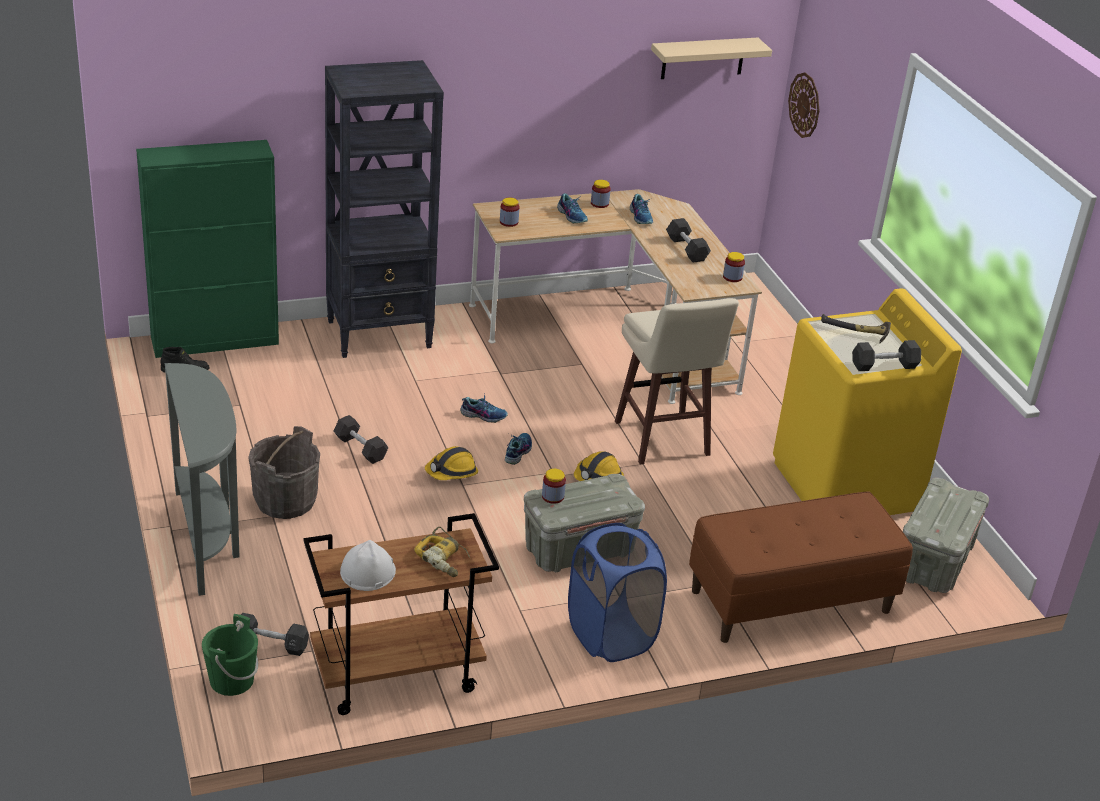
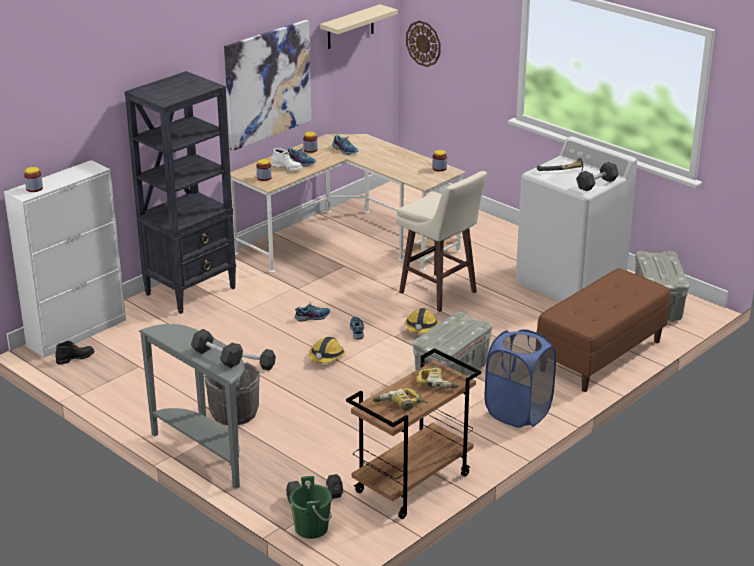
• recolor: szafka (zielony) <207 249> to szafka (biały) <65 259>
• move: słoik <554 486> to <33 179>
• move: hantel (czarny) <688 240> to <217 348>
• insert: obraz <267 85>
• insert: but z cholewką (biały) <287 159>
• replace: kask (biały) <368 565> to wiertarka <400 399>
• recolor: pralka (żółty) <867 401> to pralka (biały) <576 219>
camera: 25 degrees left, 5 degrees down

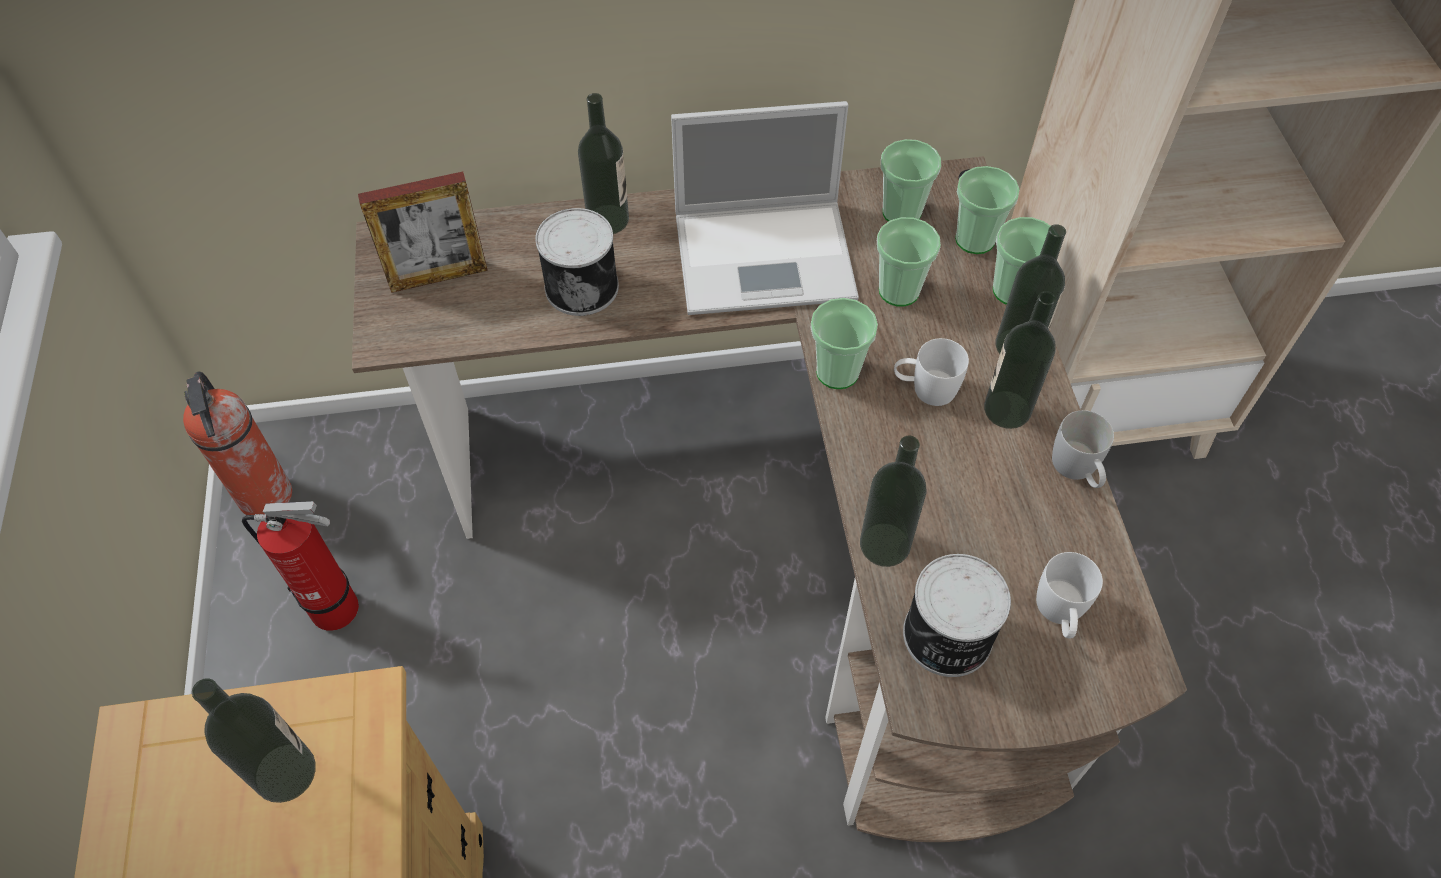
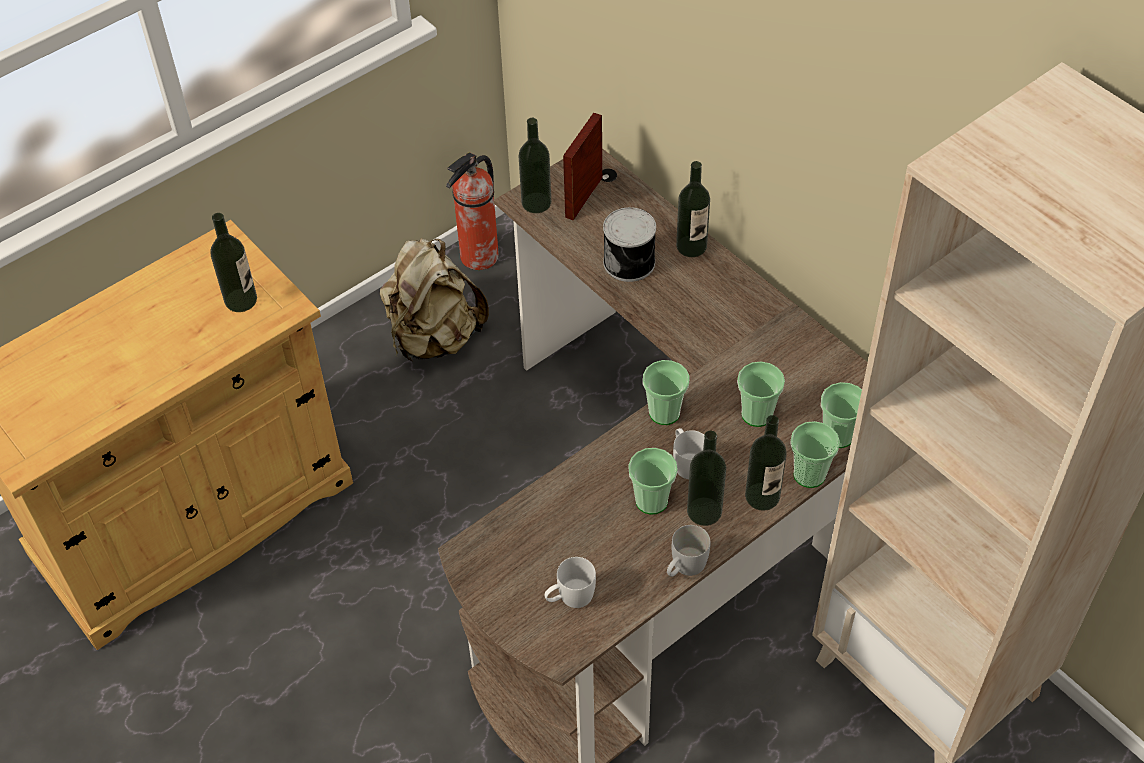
• replace: gaśnica <300 566> to plecak (beżowy) <434 300>
• move: butelka <893 501> to <535 165>
• rotate: ramka na zdjęcie <423 232> = <582 167> 75 degrees clockwise
• move: filiżanka <911 180> to <653 481>
• delete: laptop <765 208>
• delete: puszka <957 615>
camera: 60 degrees right, 5 degrees down

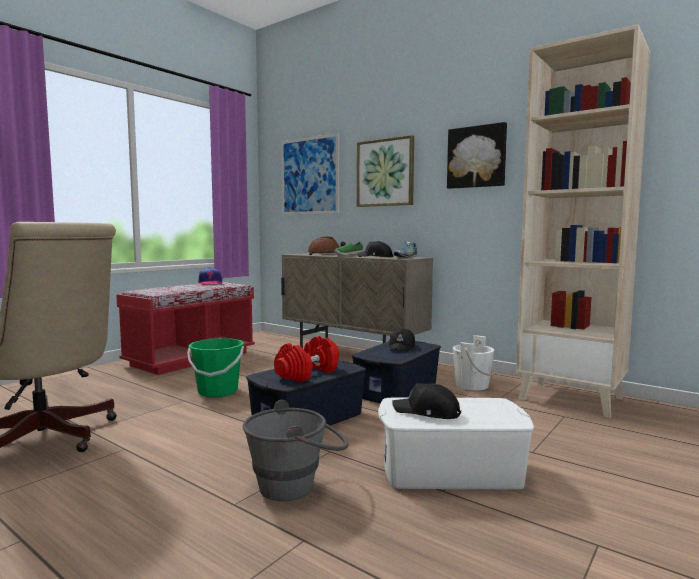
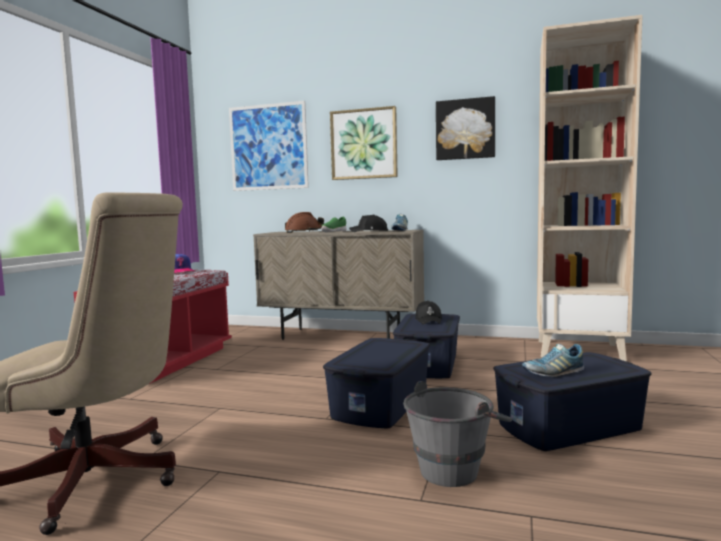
• recolor: pojemnik do przechowywania (biały) <456 443> to pojemnik do przechowywania (niebieski) <572 401>
• replace: czapka z daszkiem (czarny) <426 401> to but <553 360>
• delete: wiadro (zielony) <215 367>
• delete: hantel (czerwony) <306 359>
• delete: wiadro (biały) <473 363>
camera: 20 degrees left, 0 degrees up

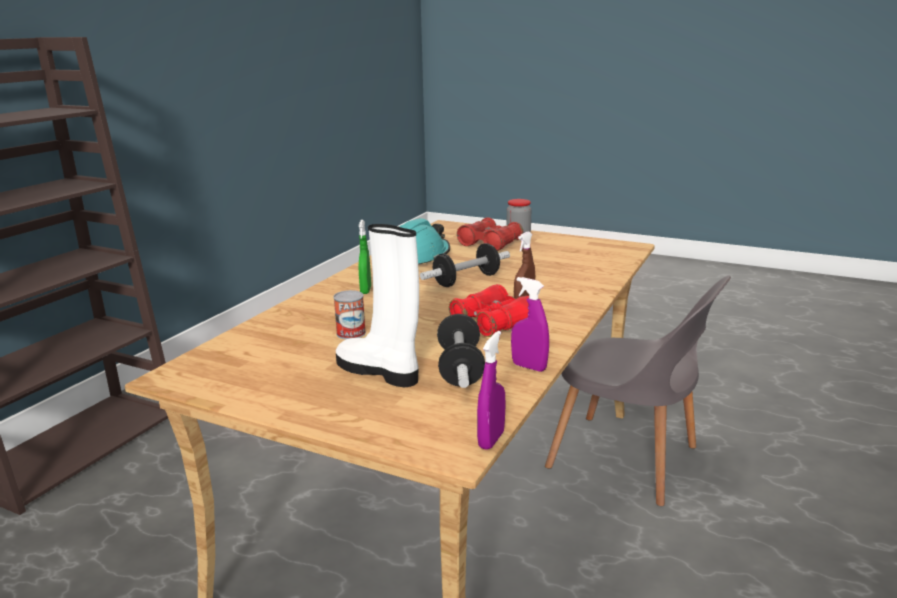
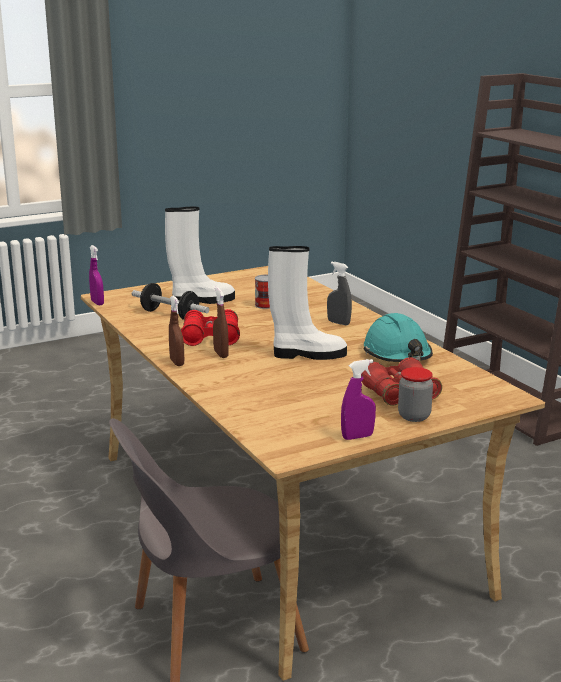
• insert: spryskiwacz (brązowy) <176 330>
• replace: hantel <465 265> to but z cholewką (biały) <307 303>
• recolor: spryskiwacz (zielony) <365 257> to spryskiwacz (szary) <339 294>
• move: spryskiwacz (fioletowy) <530 324> to <358 399>
camera: 125 degrees right, 0 degrees up

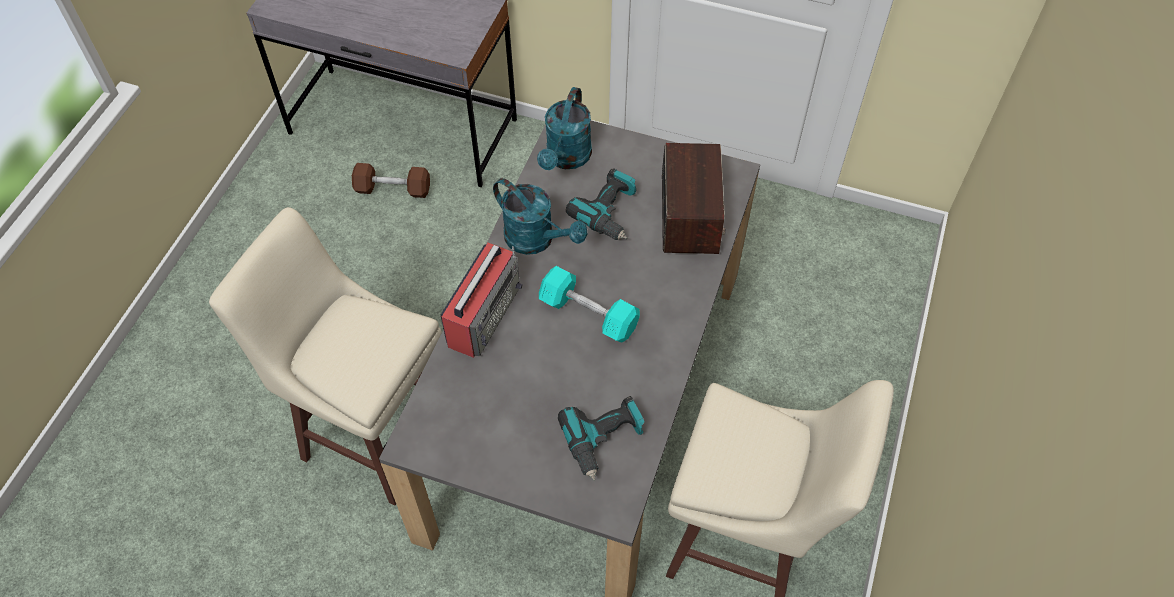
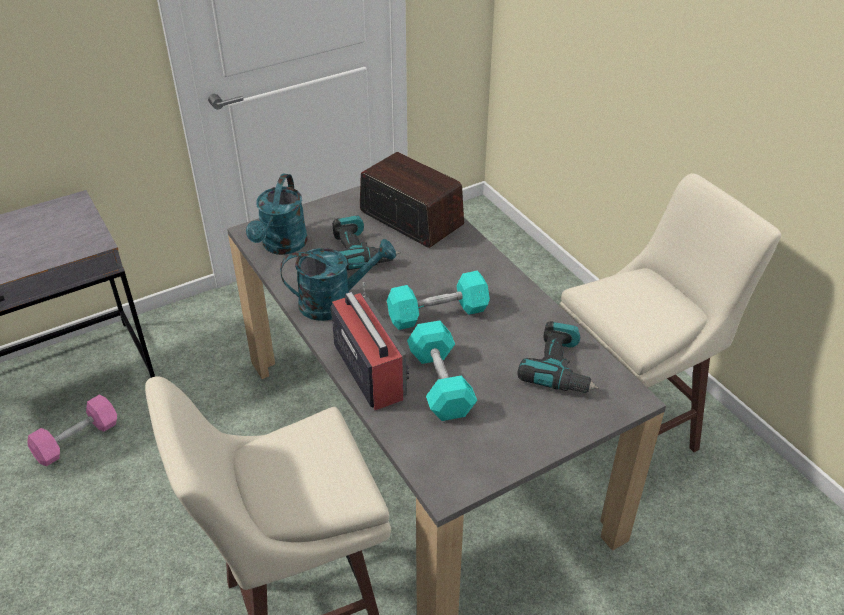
• recolor: hantel (brązowy) <391 180> to hantel (różowy) <72 430>
• rotate: konewka (turkusowy) <564 128> = <277 214> 45 degrees clockwise
• insert: hantel (turkusowy) <442 371>
camera: 50 degrees left, 15 degrees down

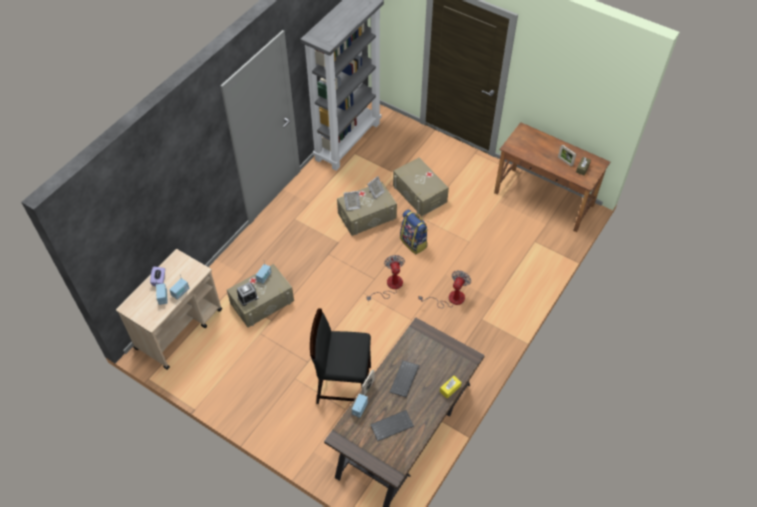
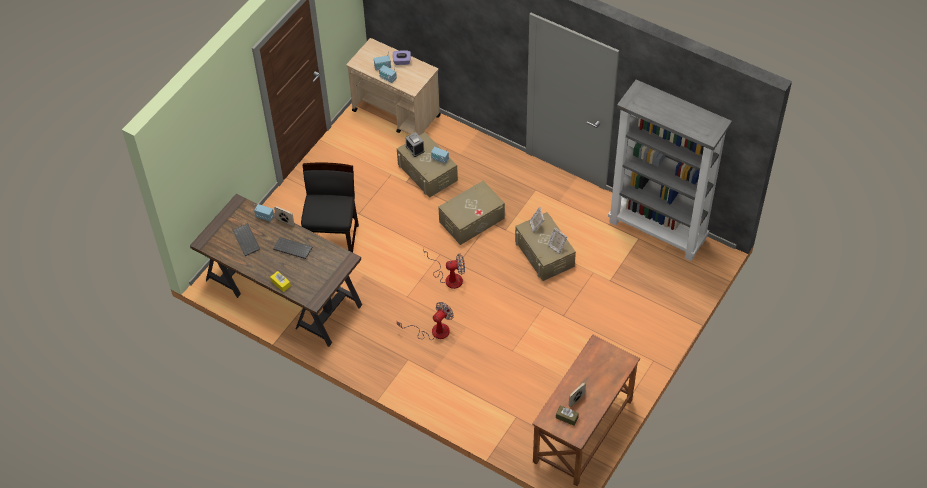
• rotate: wentylator <444 289> = <425 321> 75 degrees counterclockwise
• move: pojemnik do przechowywania (beżowy) <421 187> to <471 213>
• delete: plecak <414 231>
camera: 90 degrees right, 0 degrees up

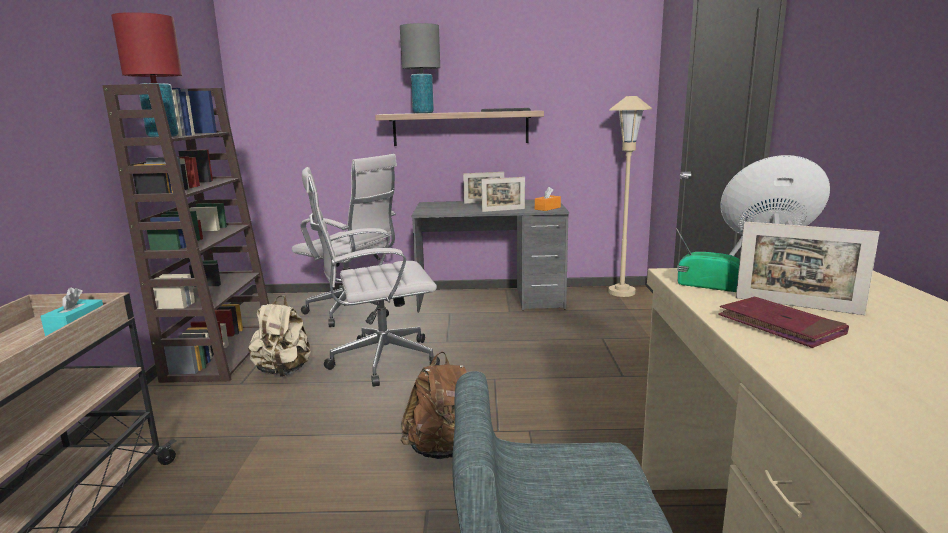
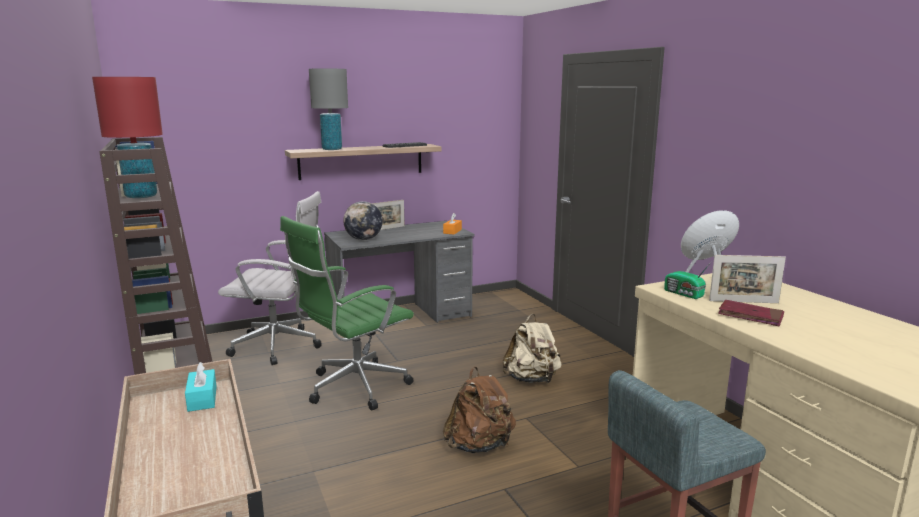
• recolor: krzesło biurowe (biały) <371 277> to krzesło biurowe (zielony) <347 313>
• insert: globus <363 220>
• move: plecak (beżowy) <279 336> to <532 348>
• rotate: radio <708 260> = <688 280> 135 degrees counterclockwise
• delete: ramka na zdjęcie <503 194>
• delete: lampa stojąca (beżowy) <630 196>
camera: 25 degrees left, 0 degrees up

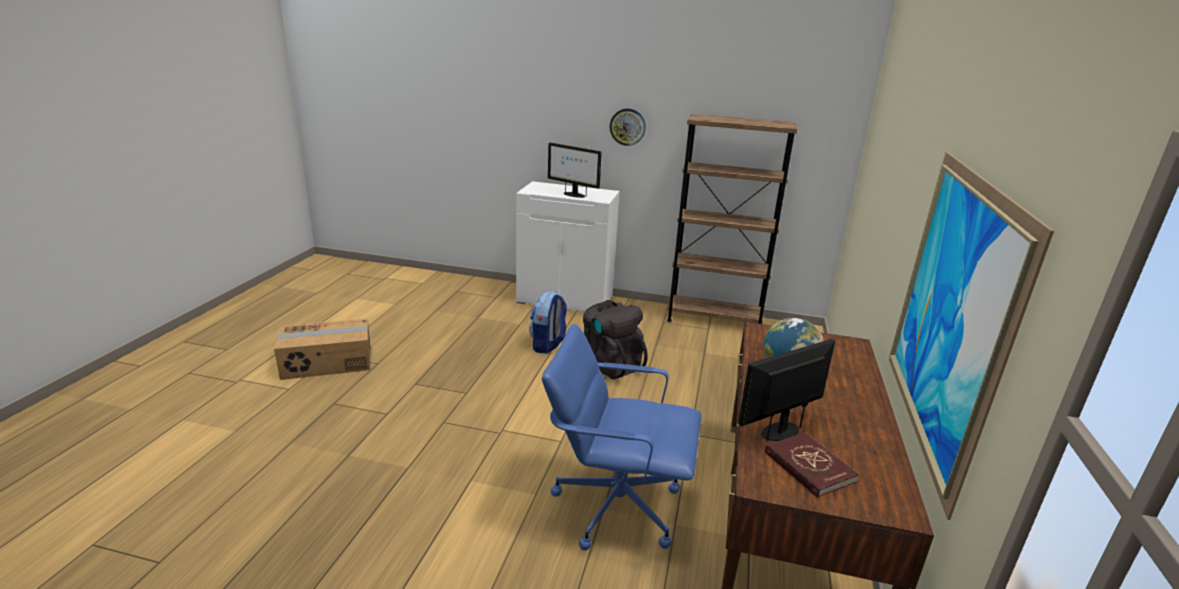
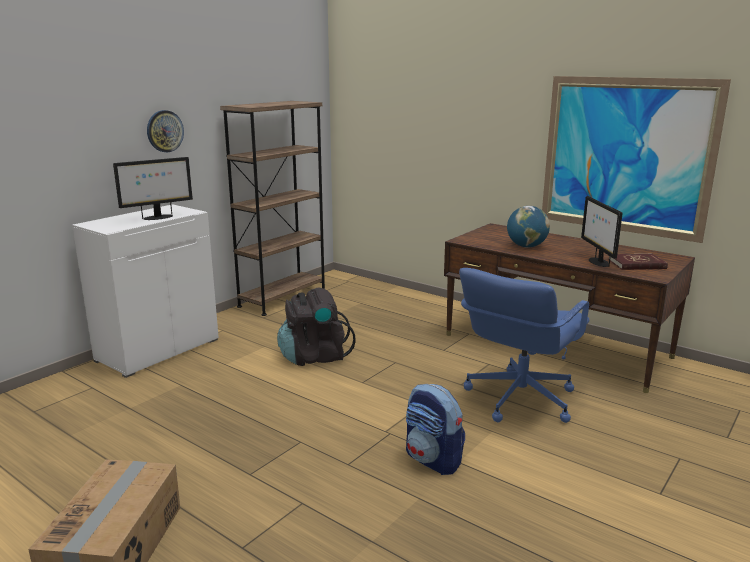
• move: plecak <548 322> to <435 429>
camera: 65 degrees left, 5 degrees down

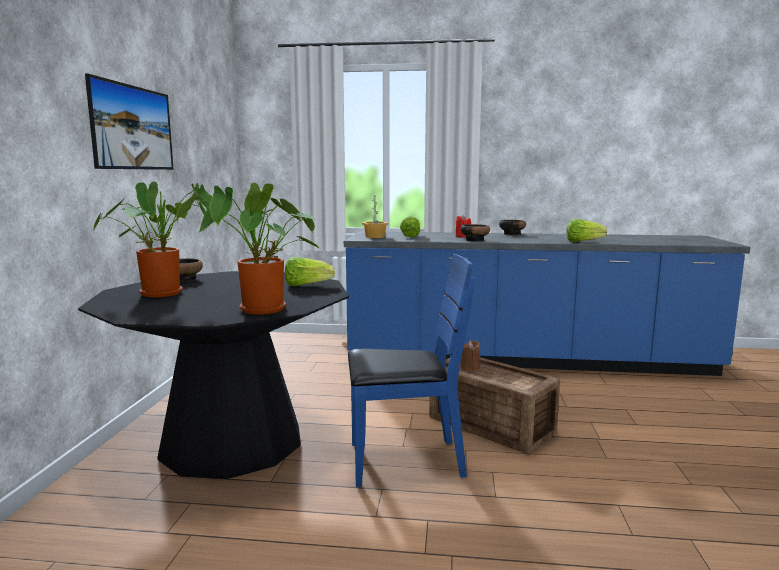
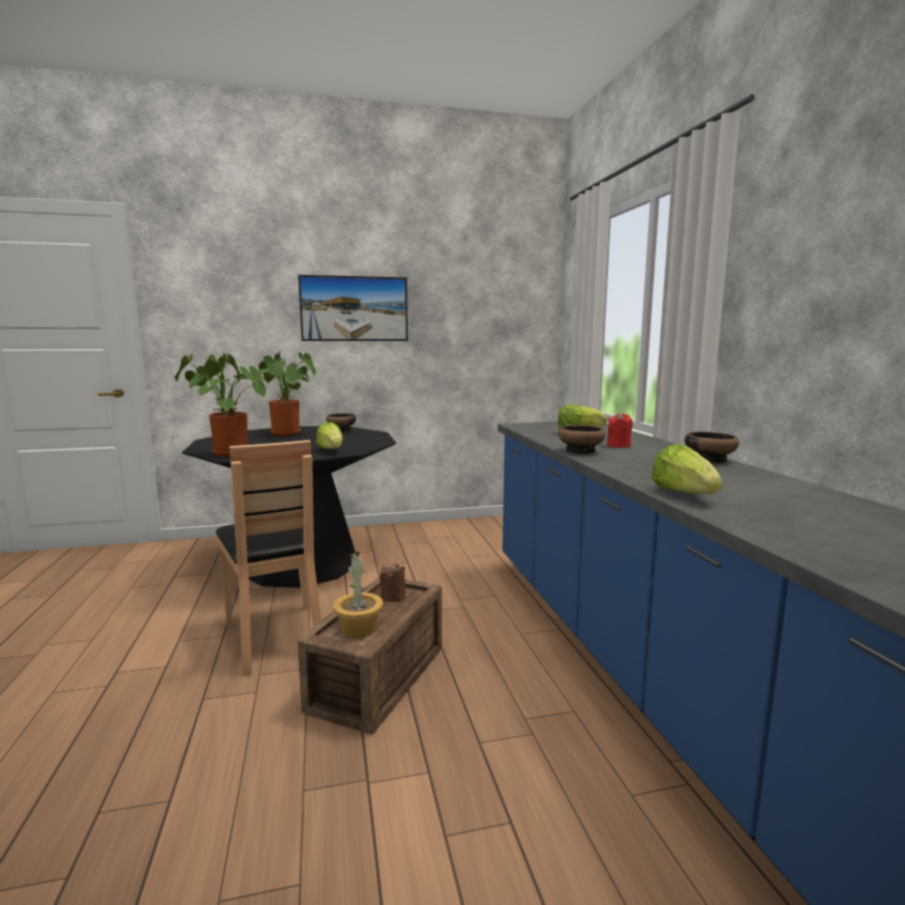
• recolor: krzesło (niebieski) <412 370> to krzesło (brązowy) <269 558>
• move: roślina doniczkowa <375 215> to <358 595>
camera: 70 degrees right, 0 degrees up

